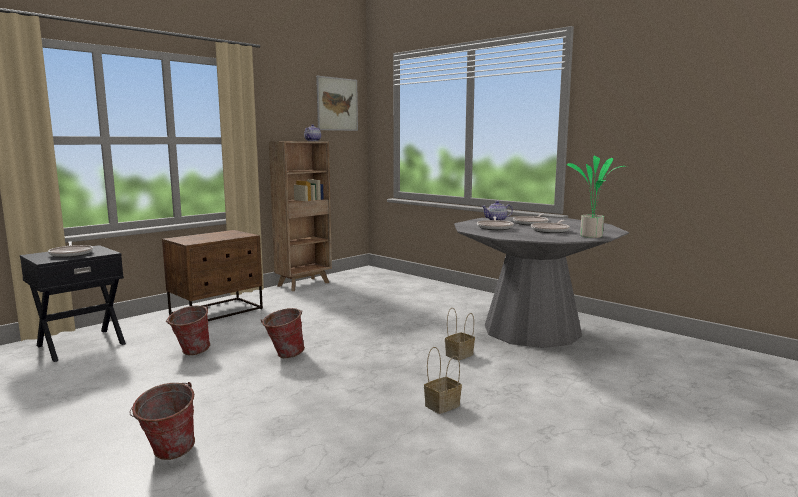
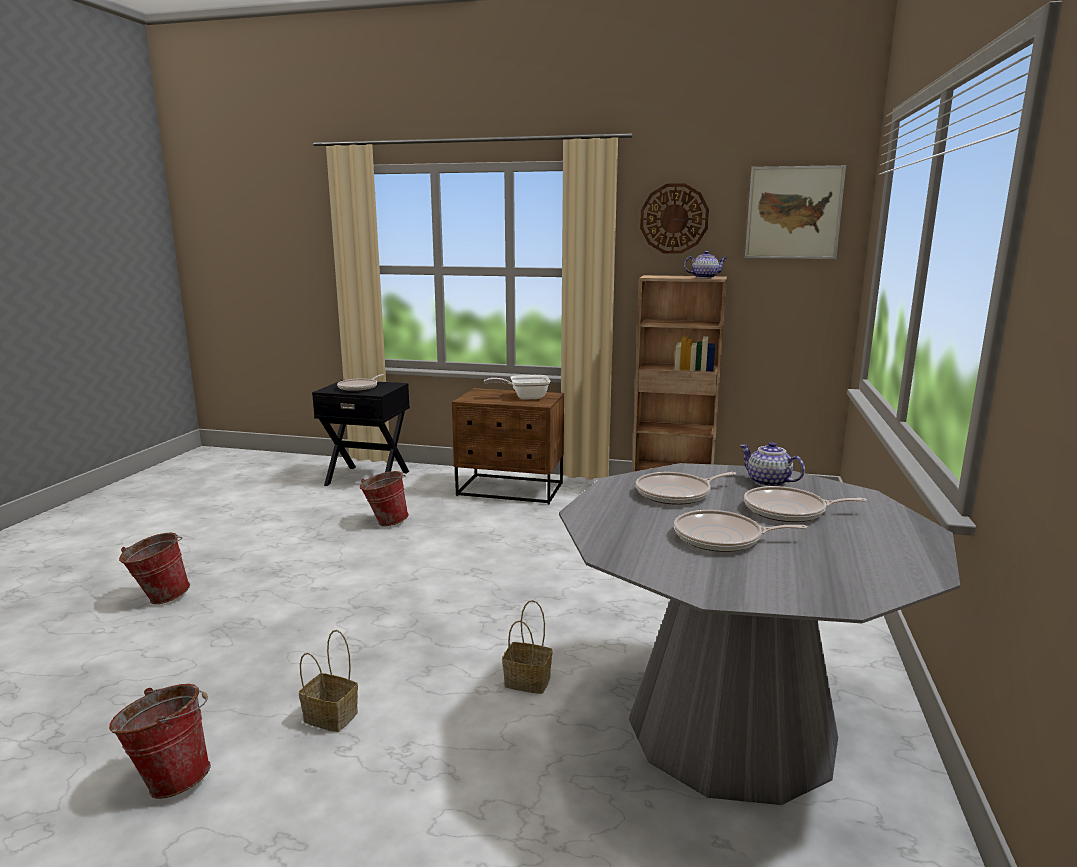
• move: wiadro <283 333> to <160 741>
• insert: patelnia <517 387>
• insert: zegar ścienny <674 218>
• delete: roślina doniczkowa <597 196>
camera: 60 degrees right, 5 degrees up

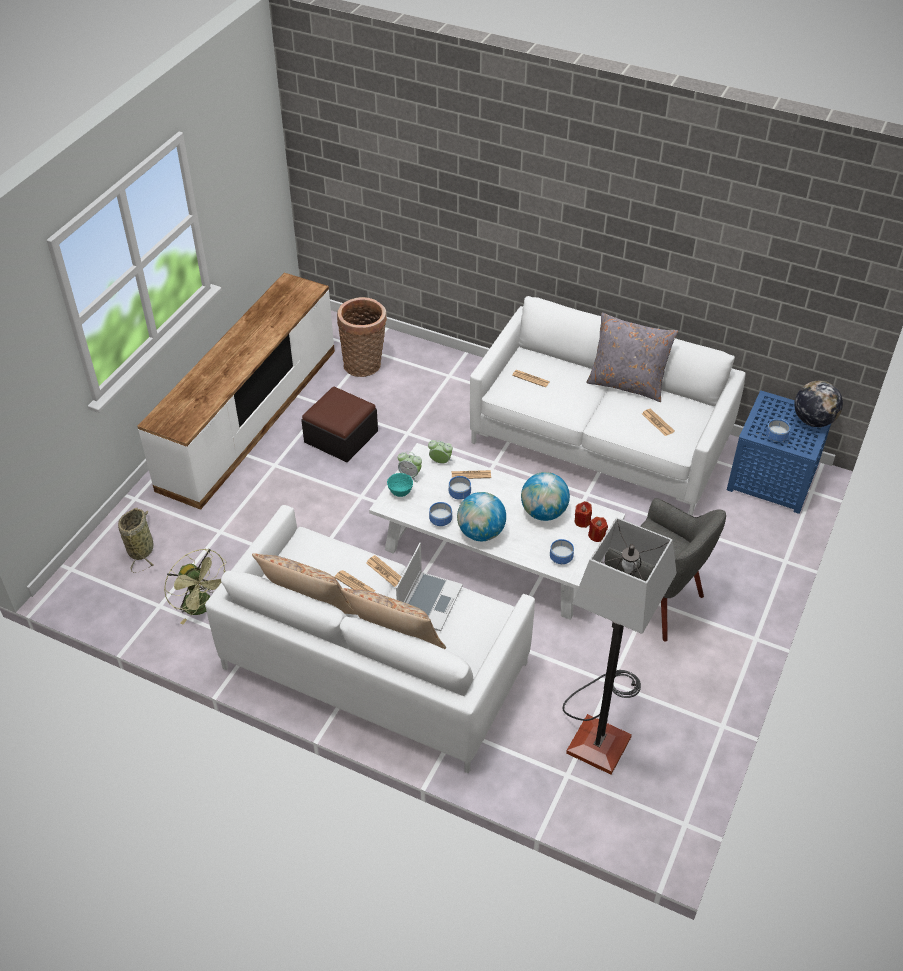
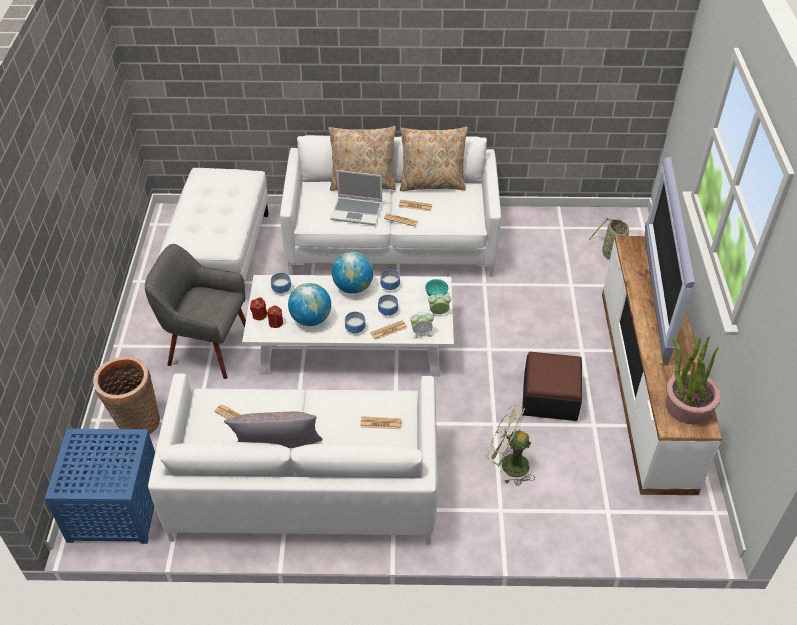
• move: koszyk <362 337> to <126 395>
• replace: lampa stojąca <619 646> to pufa (biały) <214 234>
• rotate: laptop <429 587> = <356 197> 75 degrees counterclockwise
• move: miska <778 430> to <355 322>
• move: wentylator (zielony) <195 586> to <511 445>
• insert: telewizor <670 261>
• insert: roślina doniczkowa <693 380>
• delete: globus <818 404>
camera: 155 degrees right, 0 degrees up

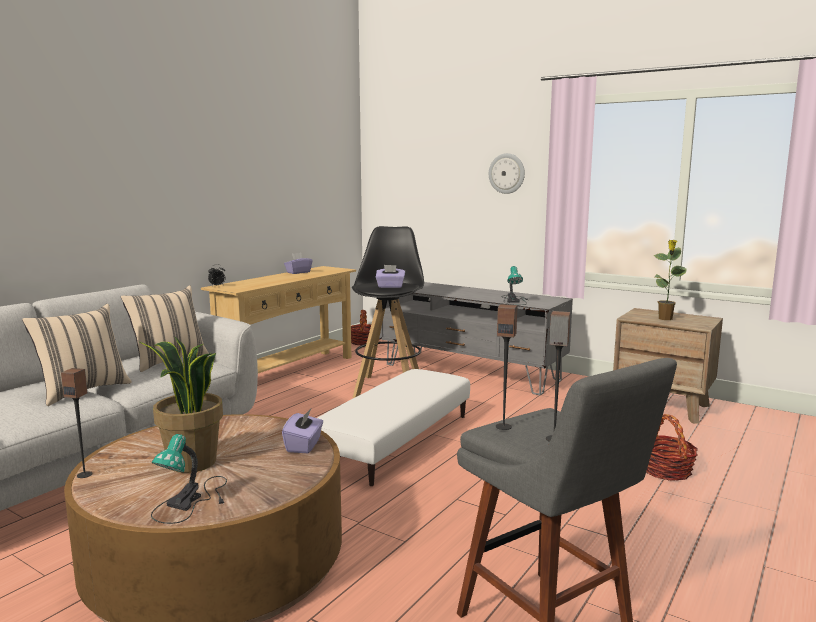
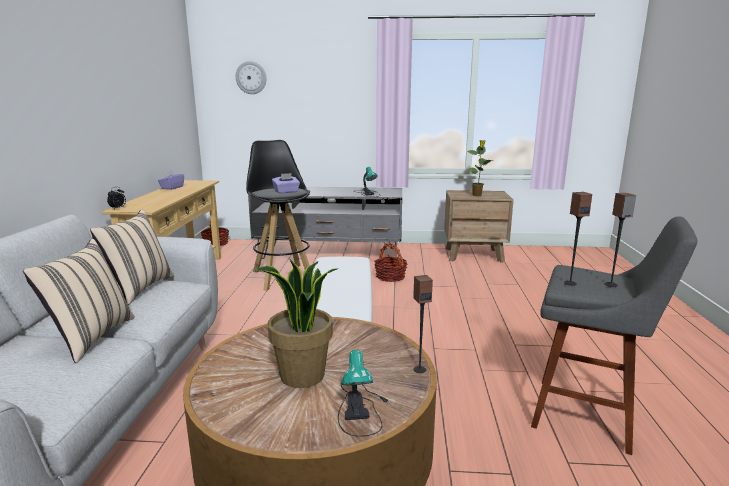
• move: zegar ścienny <507 173> to <251 77>
• move: koszyk <672 447> to <391 262>
• move: głośnik <77 423> to <423 324>
• delete: pudełko chusteczek (fioletowy) <302 431>
camera: 30 degrees left, 5 degrees up

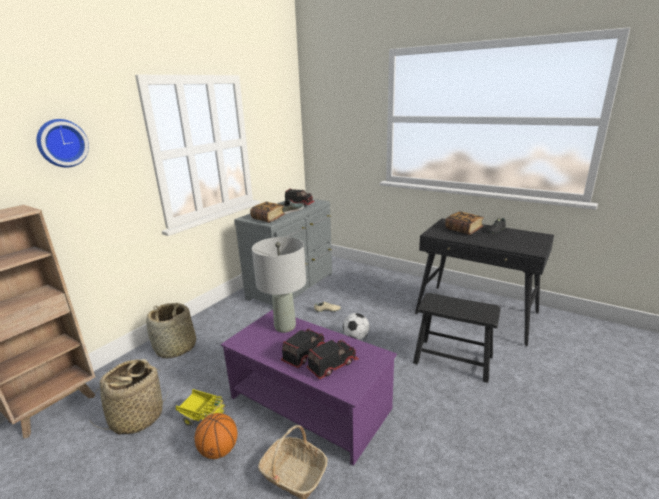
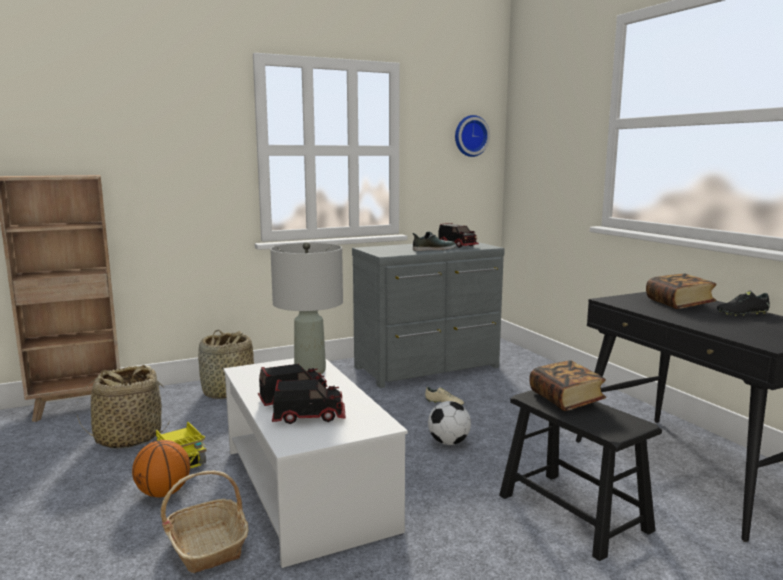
• recolor: ława (fioletowy) <309 387> to ława (biały) <315 463>
• move: zegar ścienny <62 143> to <472 136>
• move: książka <267 212> to <568 385>
camera: 30 degrees right, 10 degrees down

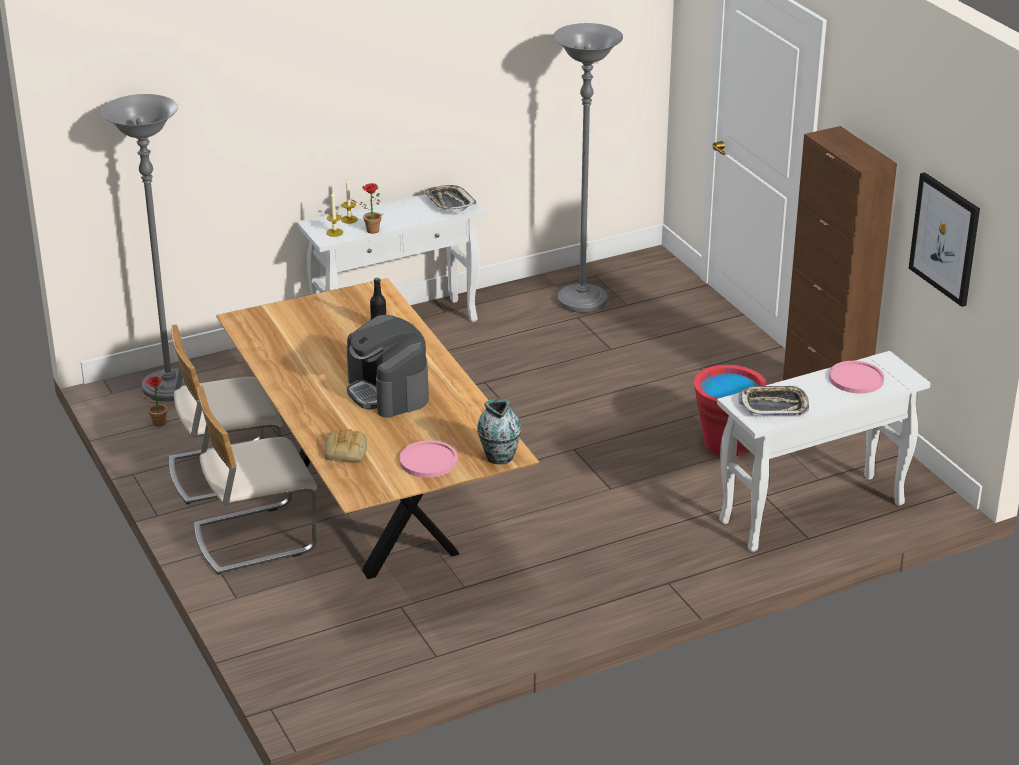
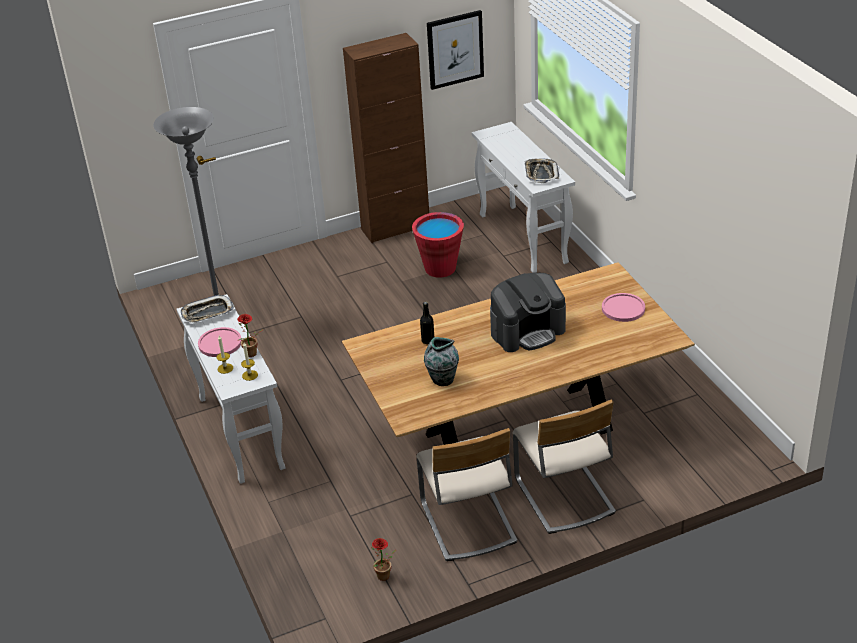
• move: talerz (różowy) <856 377> to <220 342>
• move: wazon <499 431> to <441 361>
• delete: lampa stojąca (szary) <143 248>
• delete: chleb <346 445>
camera: 85 degrees left, 5 degrees up

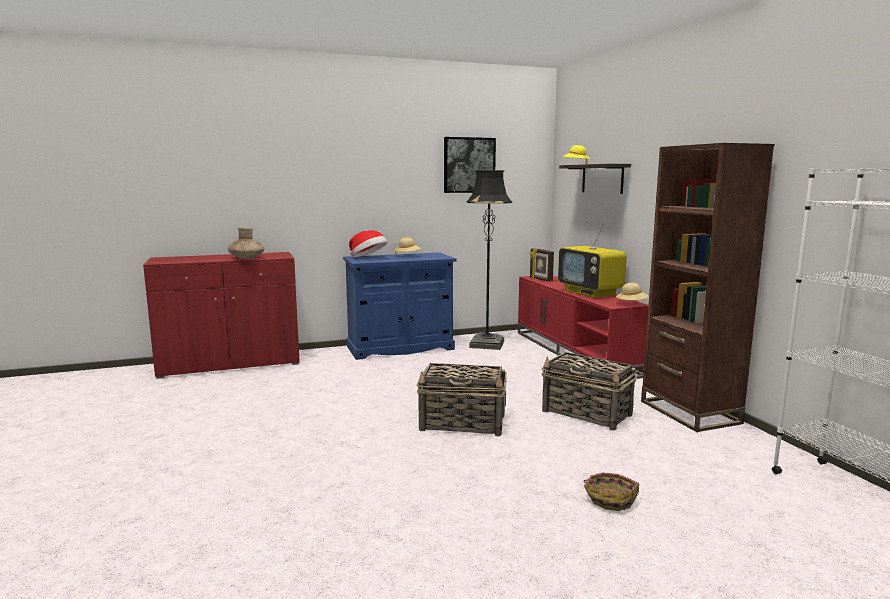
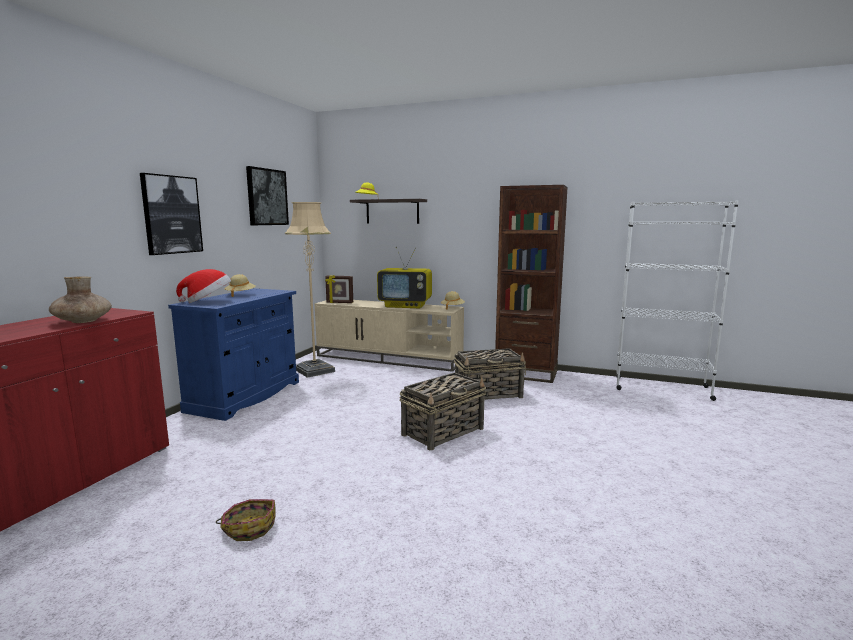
• insert: obraz <171 214>
• move: koszyk <611 491> to <246 520>
• recolor: lampa stojąca (czarny) <489 260> to lampa stojąca (beżowy) <310 290>
• recolor: szafka pod telewizor (czerwony) <583 327> to szafka pod telewizor (beżowy) <389 336>
camera: 50 degrees left, 0 degrees up

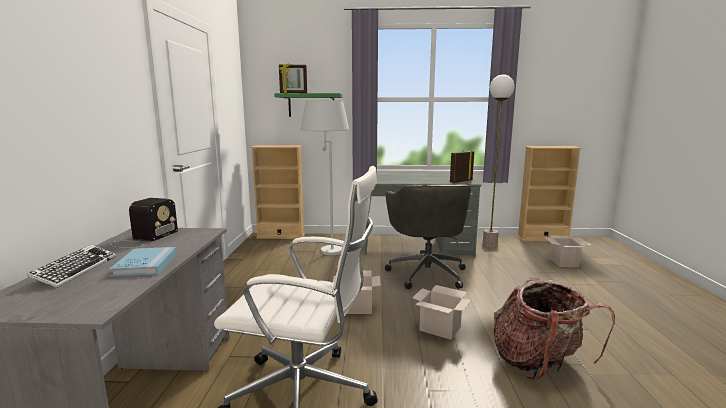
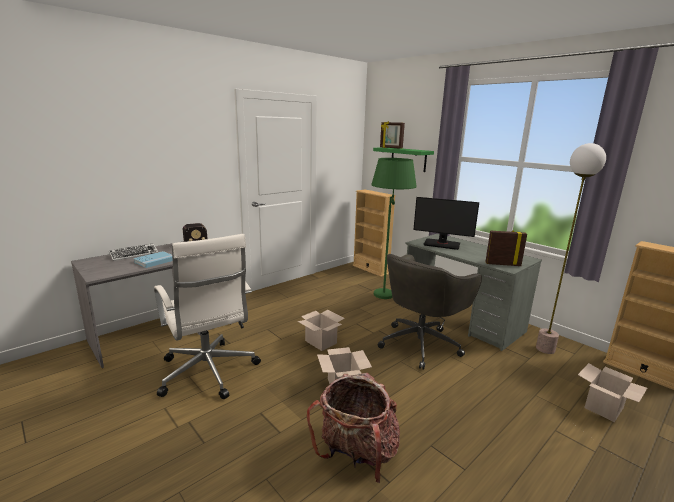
• recolor: lampa stojąca (biały) <324 177> to lampa stojąca (zielony) <394 228>
• insert: monitor <446 223>
camera: 45 degrees right, 5 degrees up

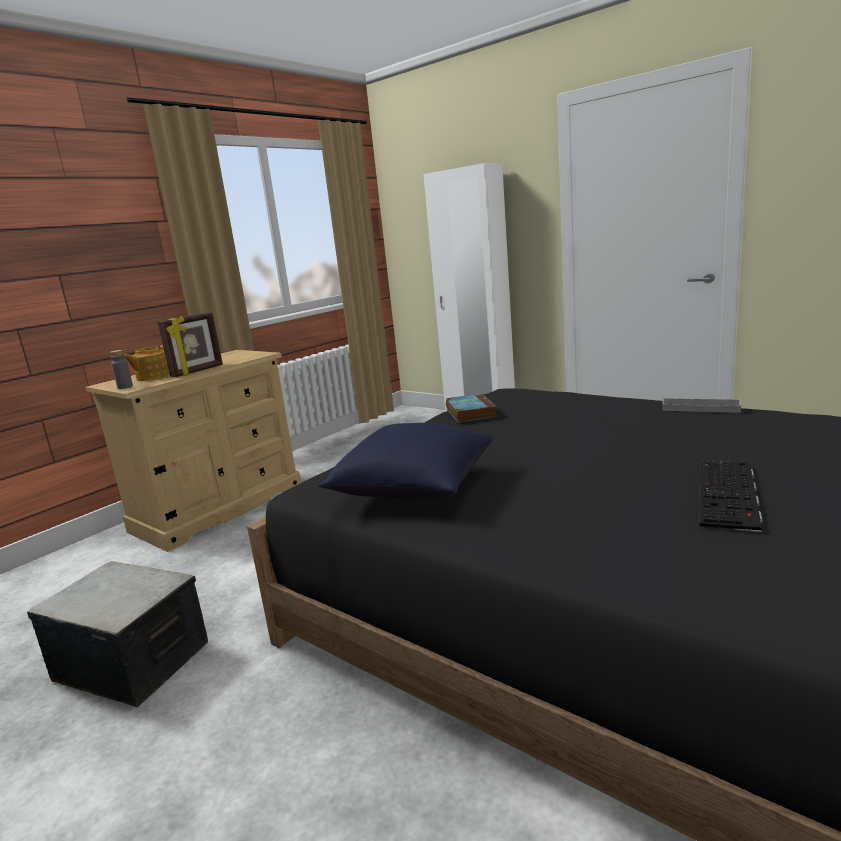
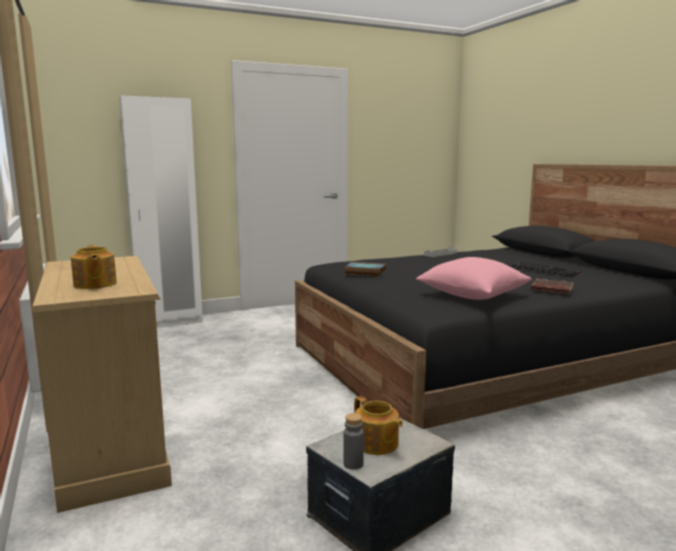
• move: butelka (szary) <121 369> to <353 441>
• insert: imbryk <378 425>
• recolor: poduszka (niebieski) <405 461> to poduszka (różowy) <474 278>
• insert: książka (brązowy) <552 286>
• delete: ramka na zdjęcie <190 344>
camera: 65 degrees left, 5 degrees down

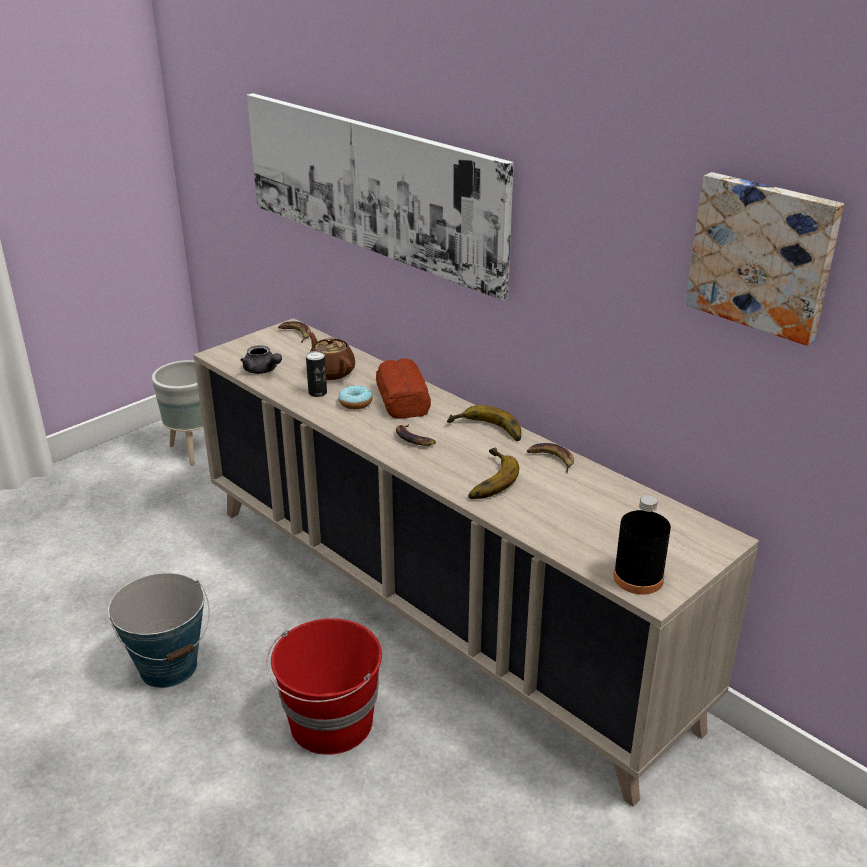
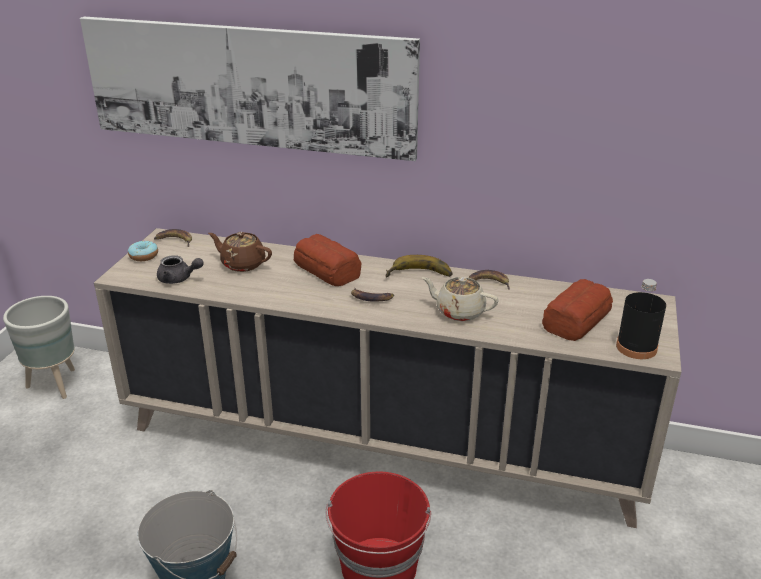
• move: donut <355 397> to <143 251>
• replace: banan <493 473> to imbryk (beżowy) <460 299>
• insert: chleb <577 310>
• delete: puszka <316 374>
• delete: obraz <764 258>
camera: 30 degrees left, 0 degrees up

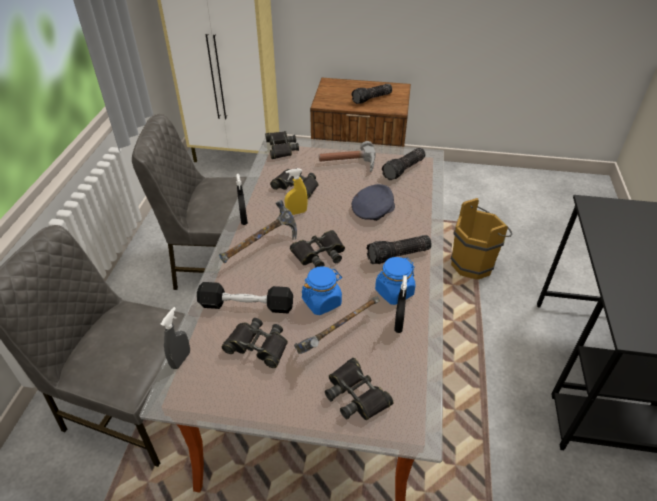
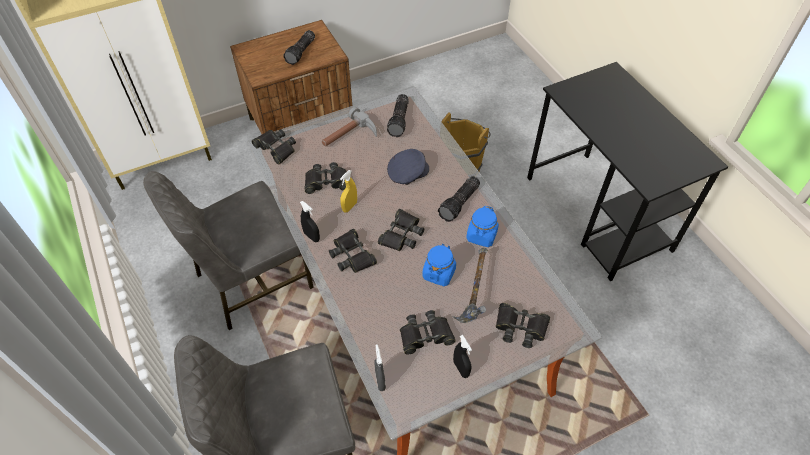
• replace: młotek <258 231> to lornetka (czarny) <353 251>
• rotate: czapka z daszkiem (szary) <373 202> = <408 167> 45 degrees clockwise
• move: spryskiwacz (czarny) <400 304> to <462 356>
• delete: hantel (czarny) <245 297>
camera: 35 degrees left, 10 degrees up

